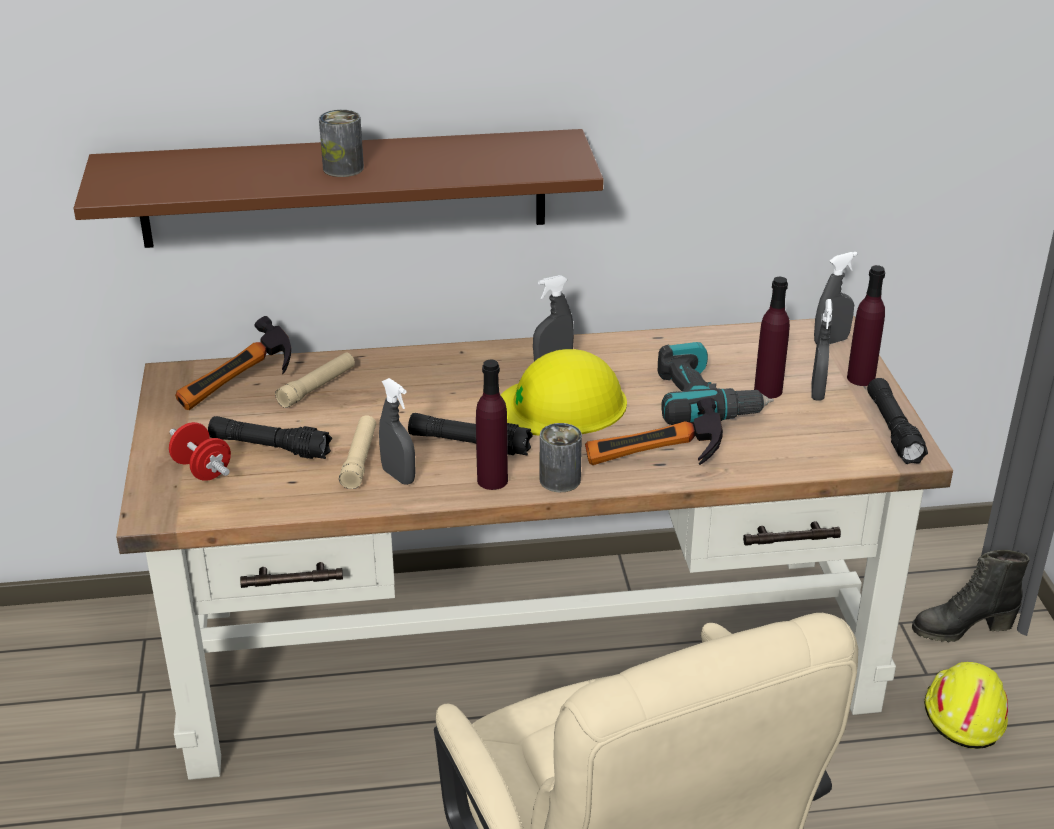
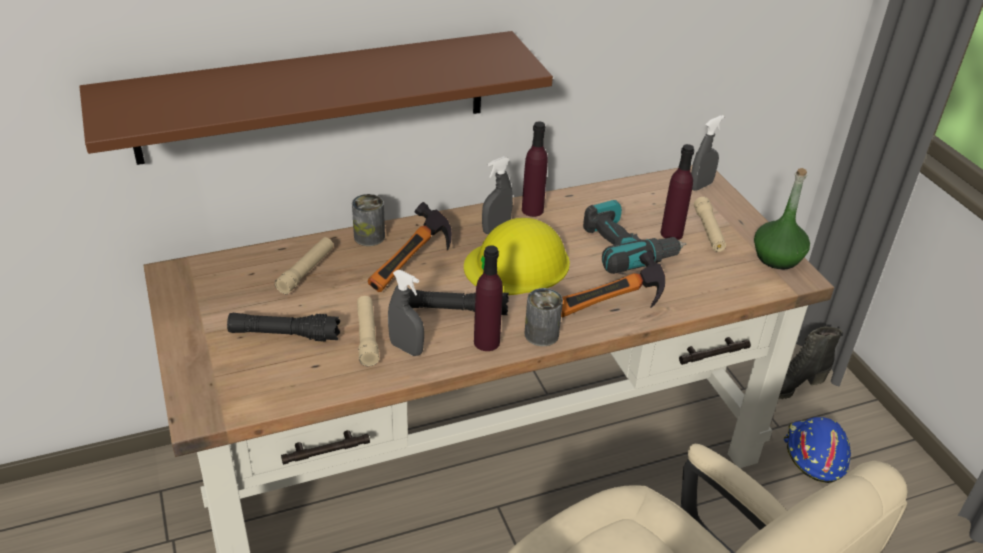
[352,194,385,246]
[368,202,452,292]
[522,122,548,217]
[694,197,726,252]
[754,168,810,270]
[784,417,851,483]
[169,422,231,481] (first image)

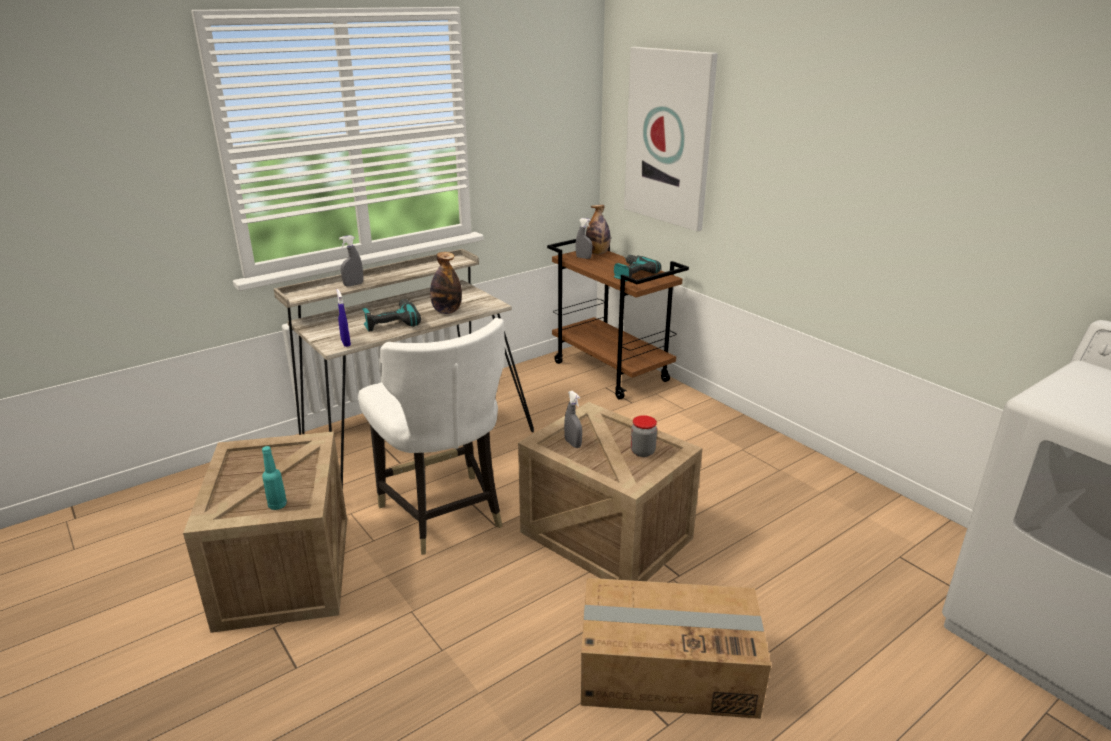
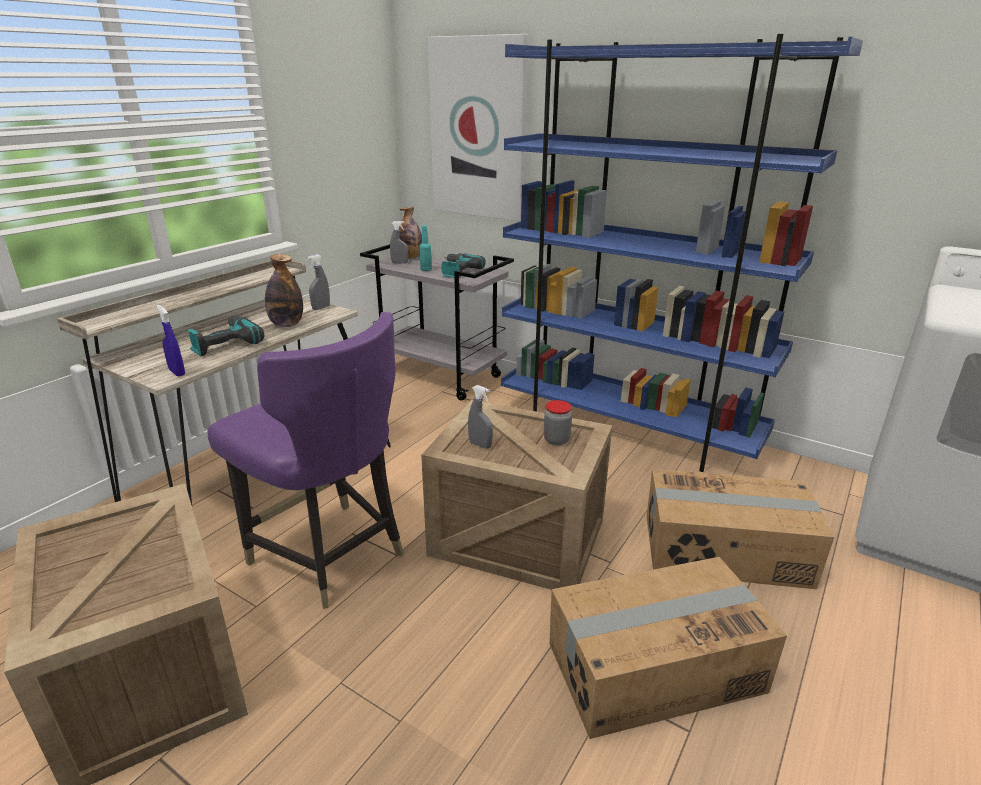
[208,312,404,609]
[307,254,330,310]
[360,244,514,401]
[420,225,432,271]
[501,34,863,472]
[647,469,834,589]

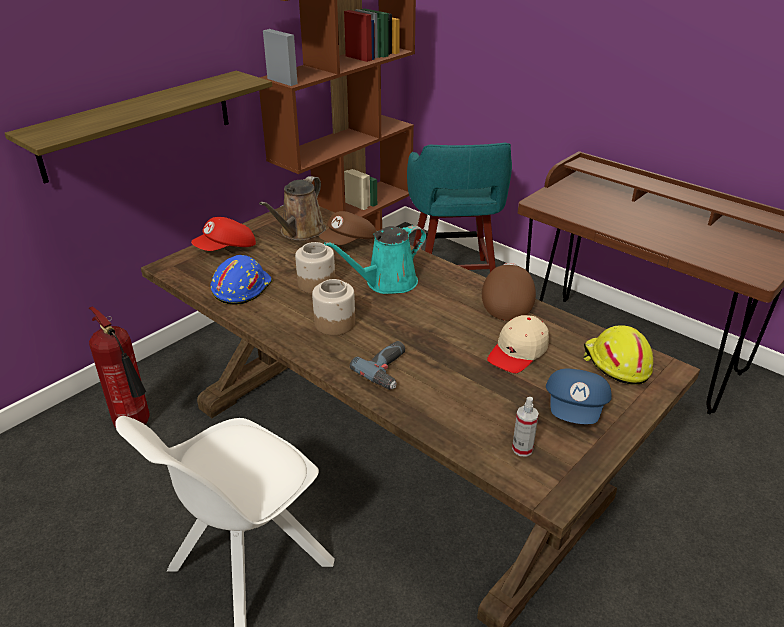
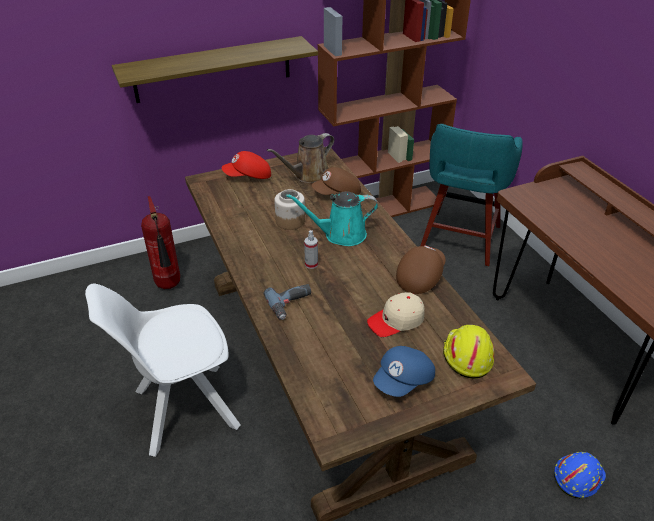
[304,230,318,269]
[554,452,606,499]
[312,279,355,335] (first image)

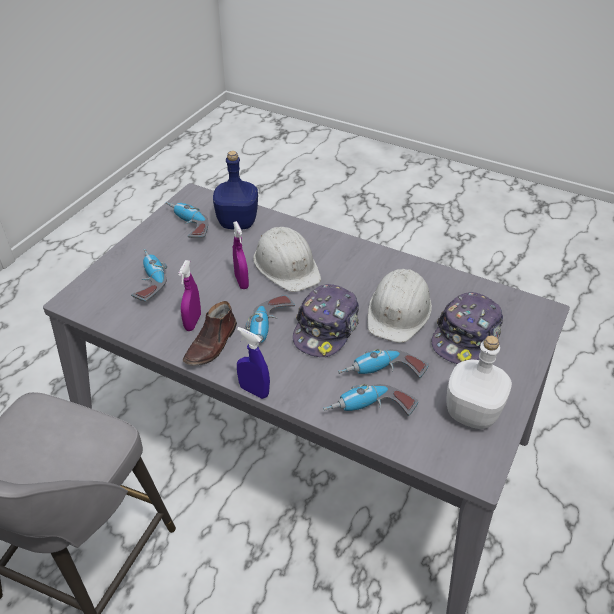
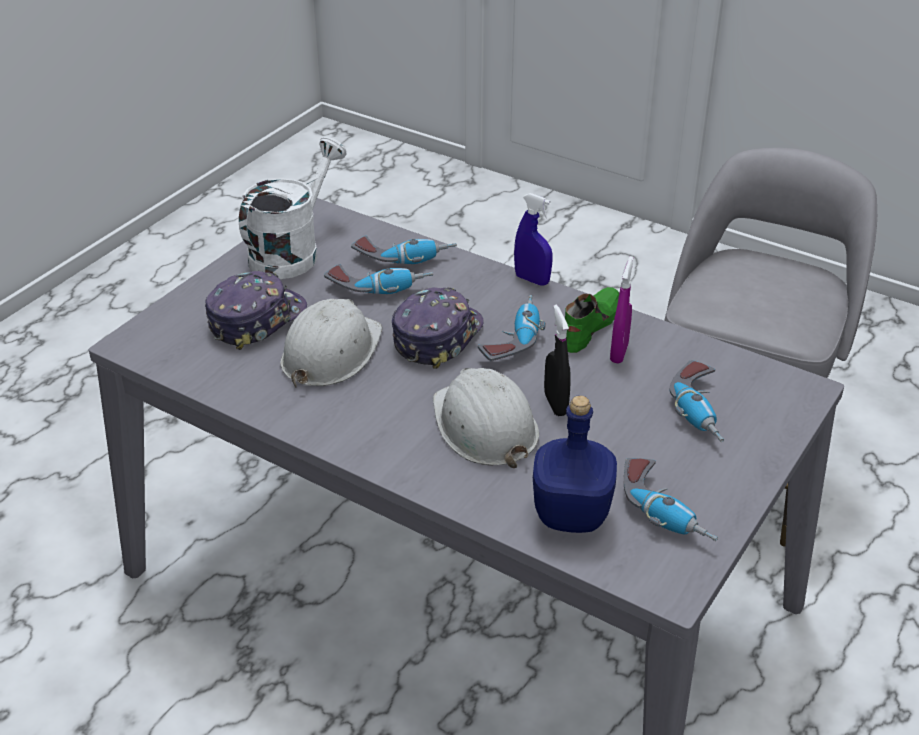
[239,137,347,279]
[544,305,571,416]
[565,287,619,353]

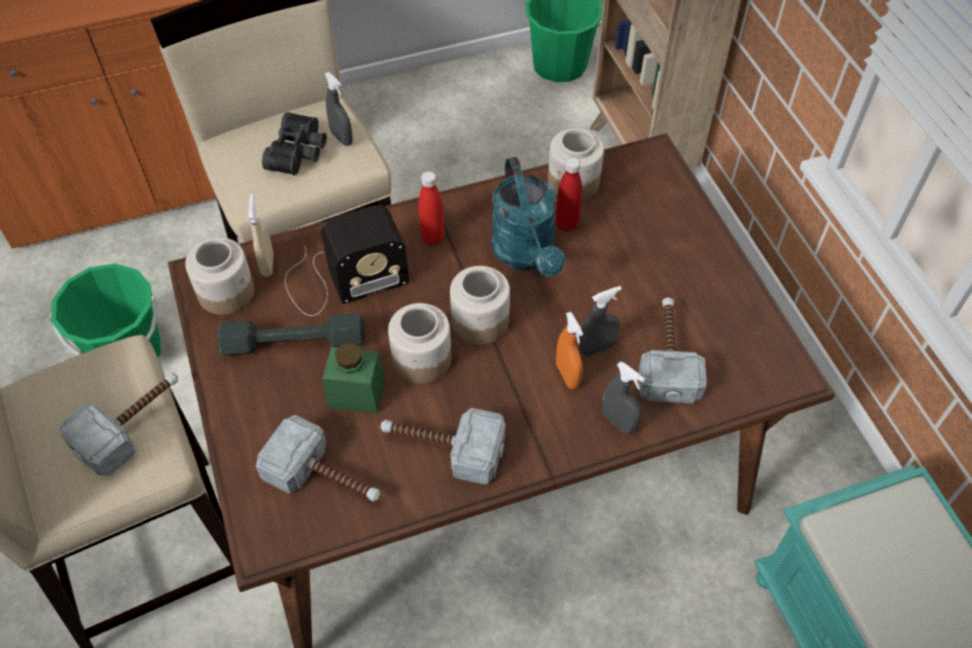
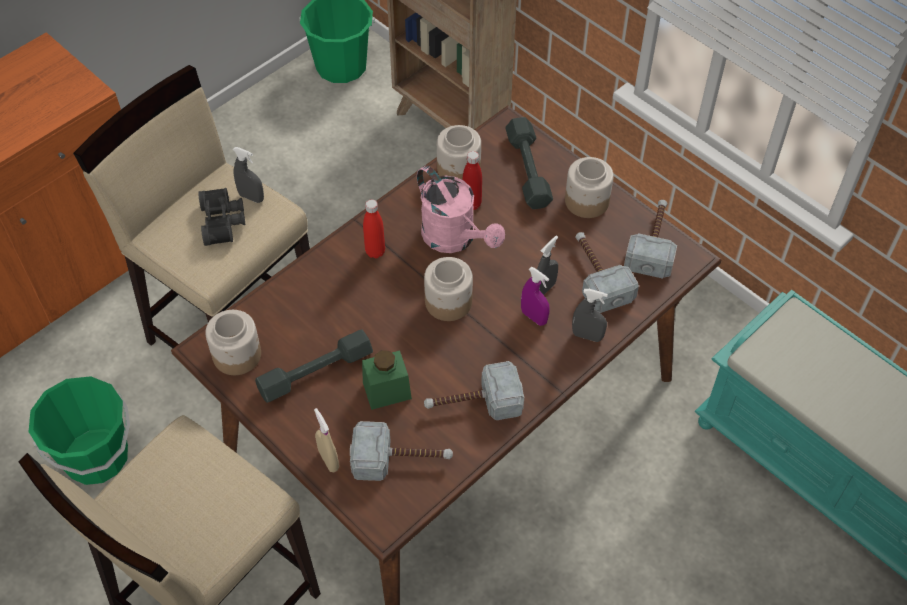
[314,408,339,472]
[417,166,505,253]
[505,117,553,209]
[521,267,550,326]
[565,157,614,218]
[624,200,677,279]
[285,205,409,316] (first image)

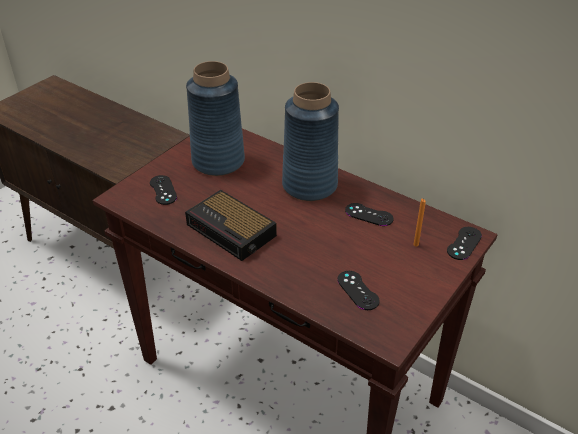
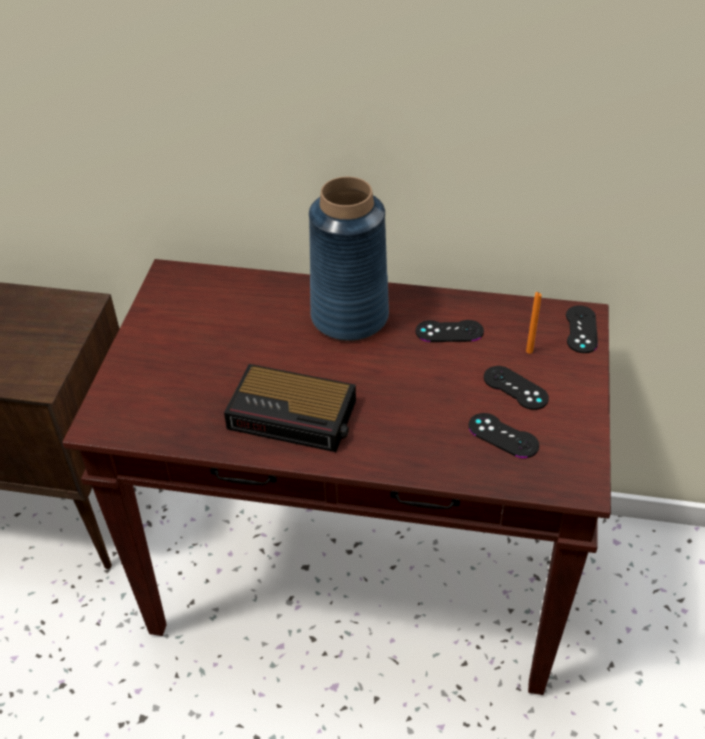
[484,366,549,410]
[186,61,245,176] (first image)

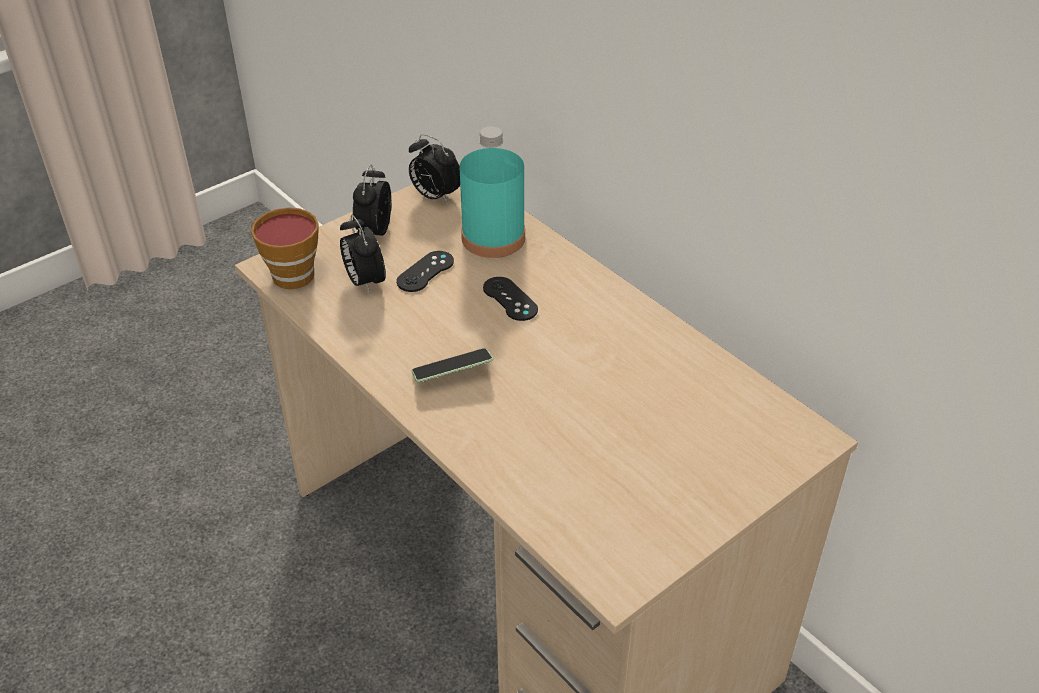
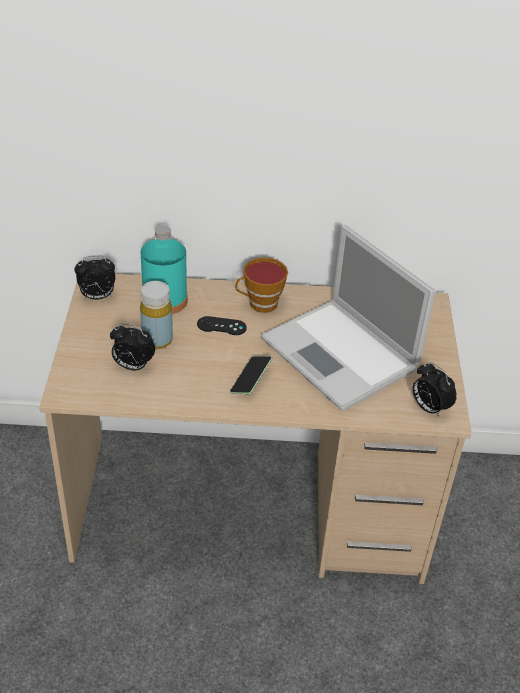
[140,281,173,349]
[235,258,288,313]
[261,225,436,411]
[412,362,457,418]

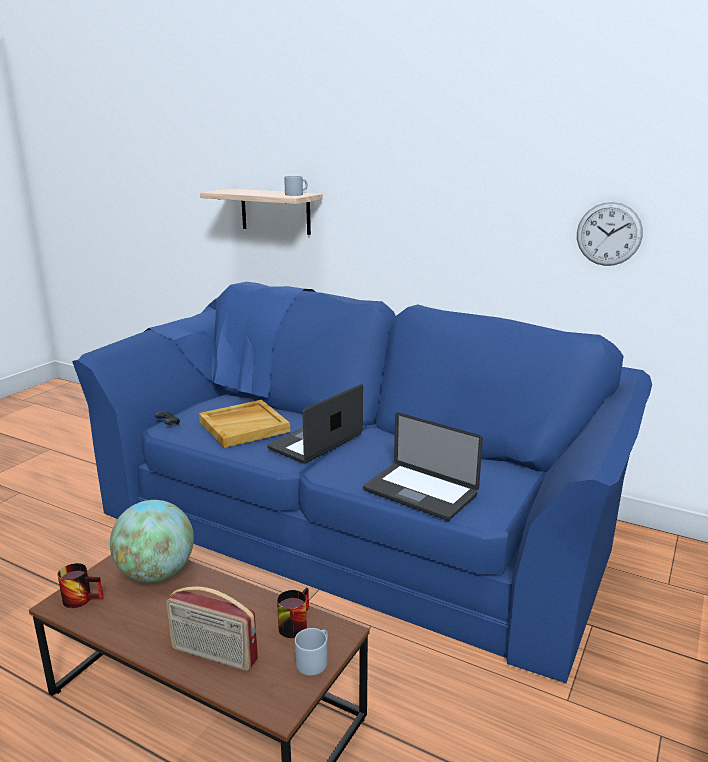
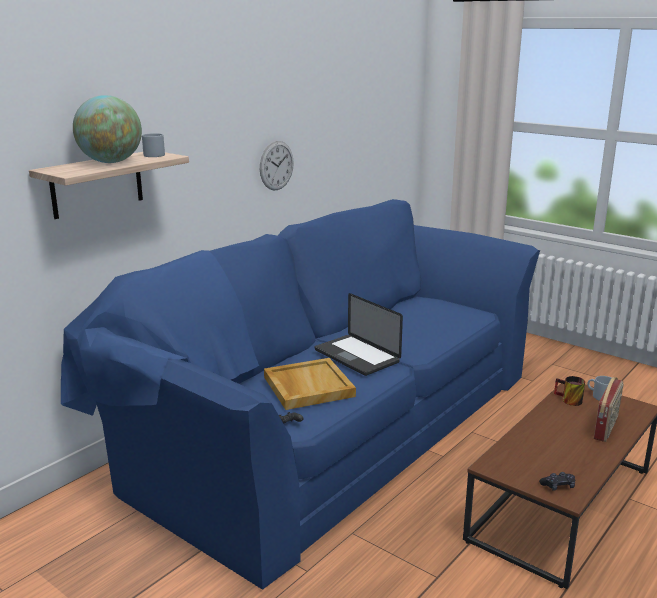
[73,95,142,163]
[260,141,294,190]
[539,472,575,491]
[363,412,483,520] (first image)

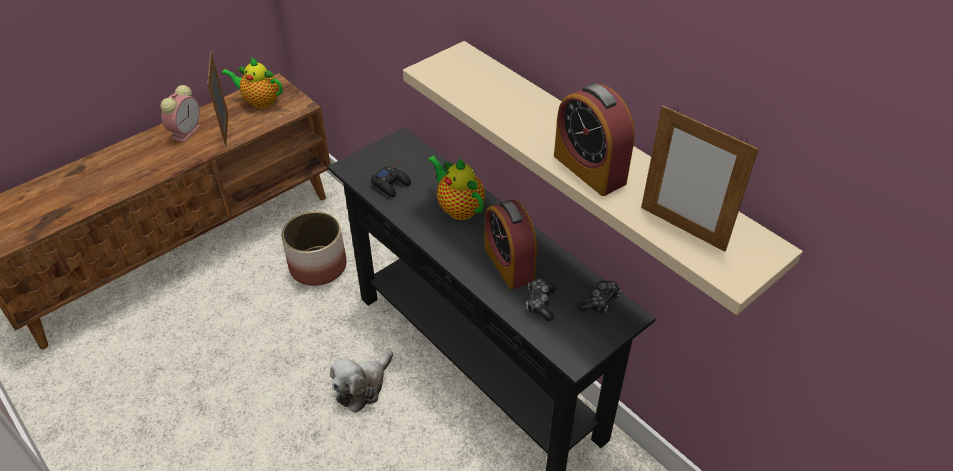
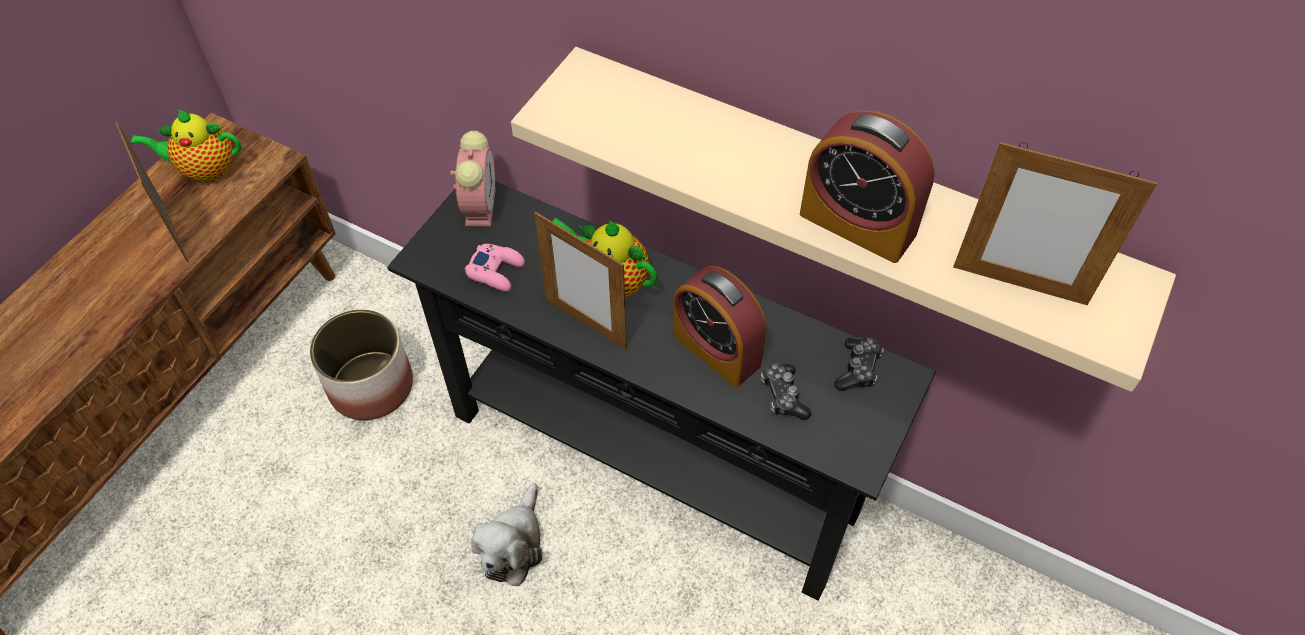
[450,131,496,226]
[465,244,525,292]
[534,212,627,350]

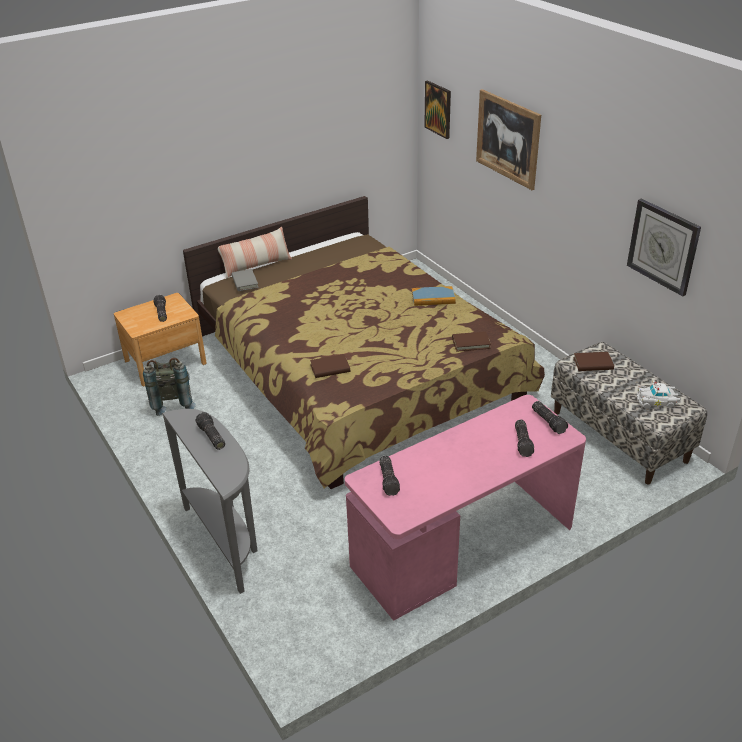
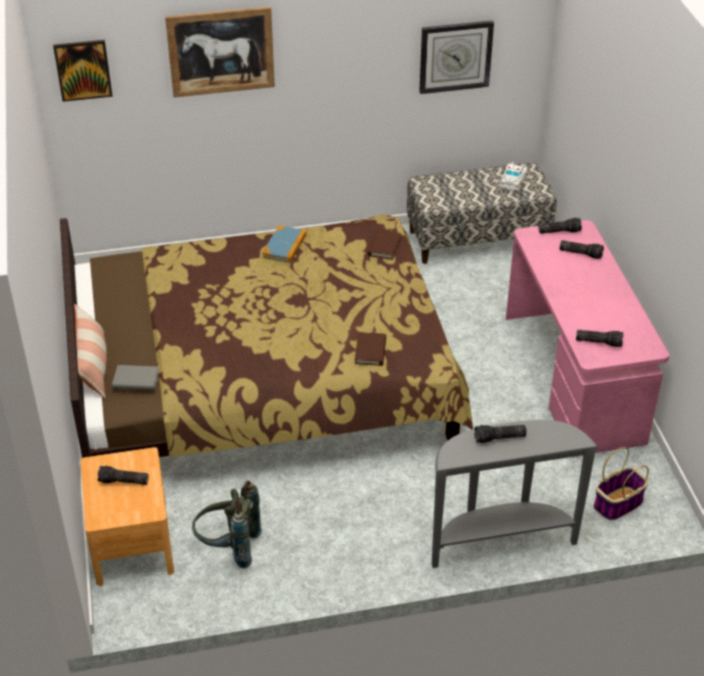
[594,447,649,521]
[573,352,614,371] (first image)

